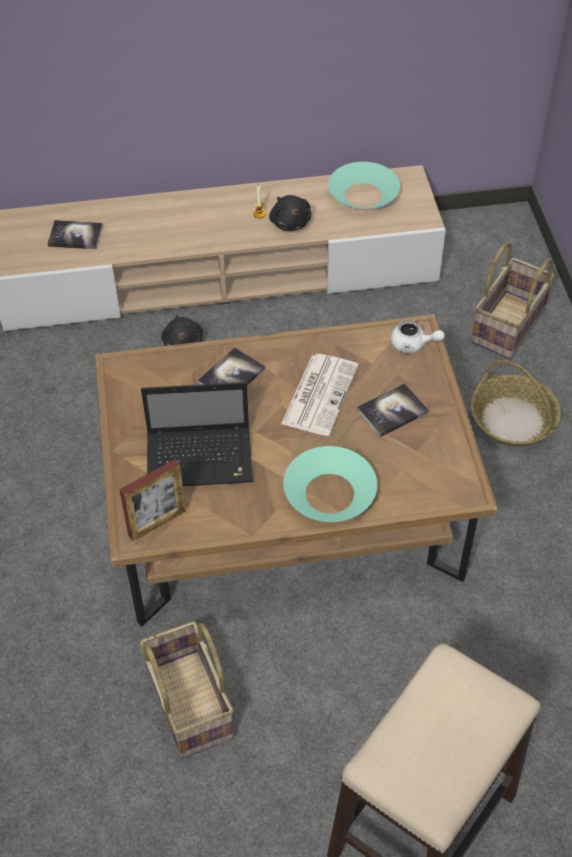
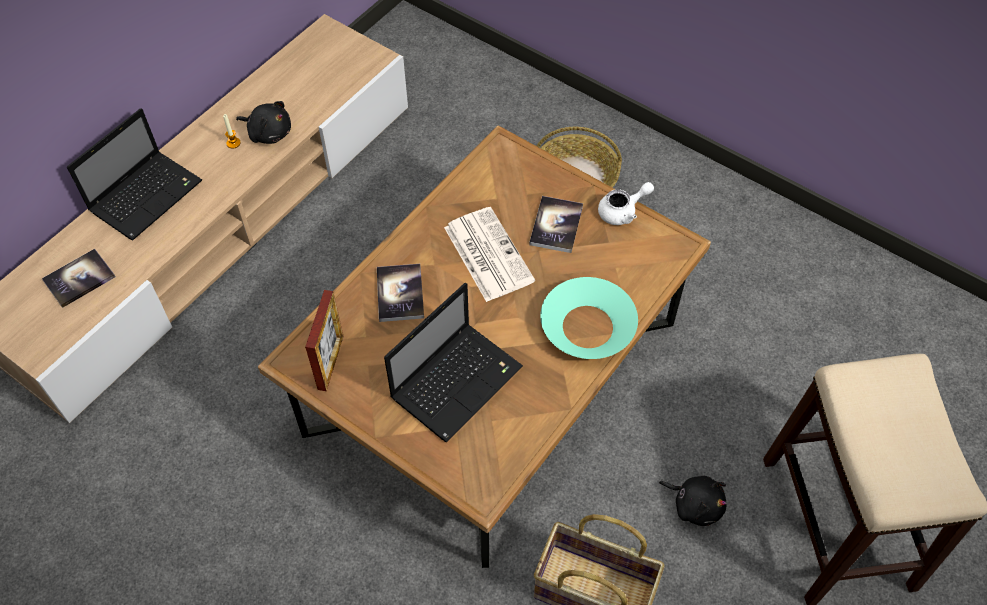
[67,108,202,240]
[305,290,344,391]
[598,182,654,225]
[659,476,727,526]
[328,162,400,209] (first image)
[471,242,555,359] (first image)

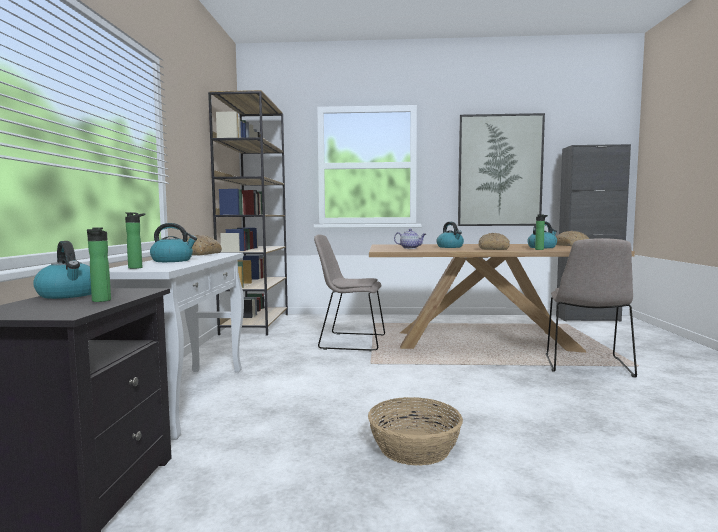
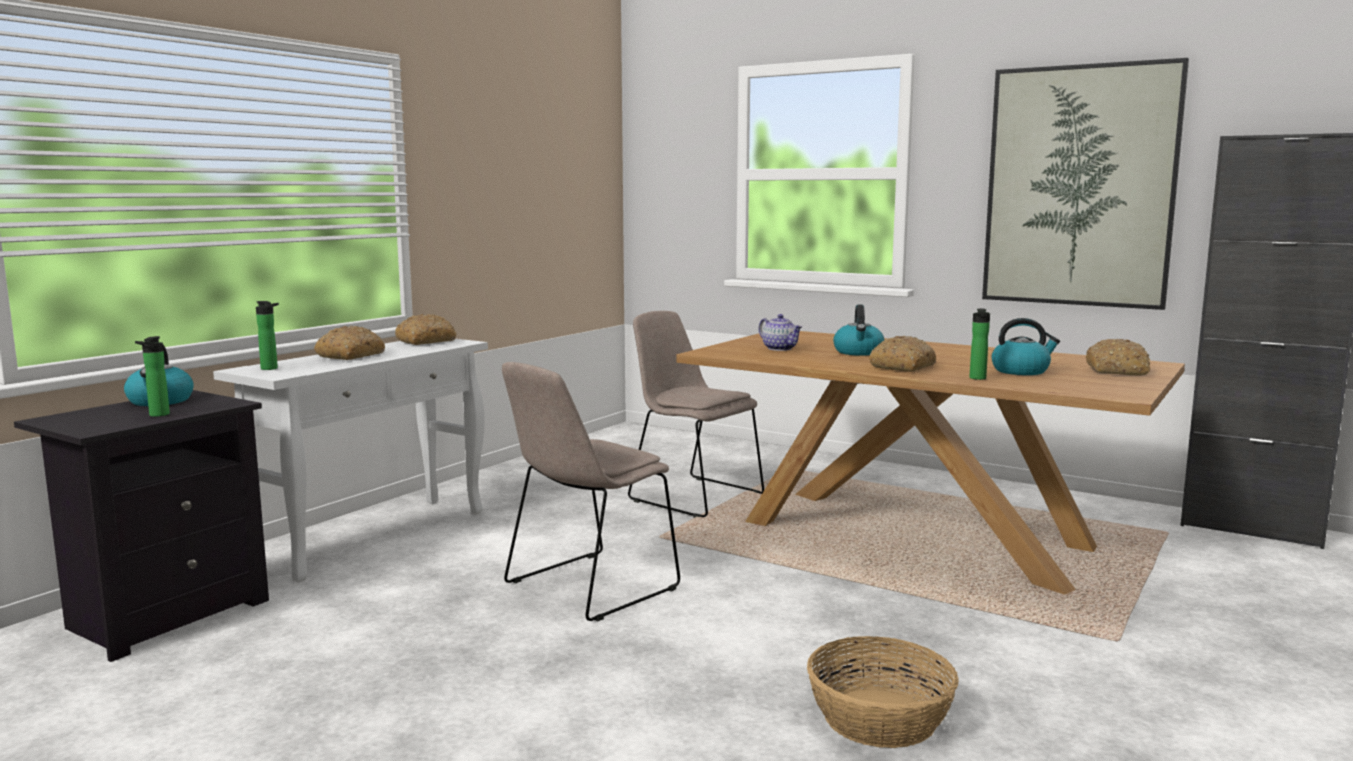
[314,326,385,360]
[502,362,680,621]
[807,636,959,748]
[208,90,288,336] (first image)

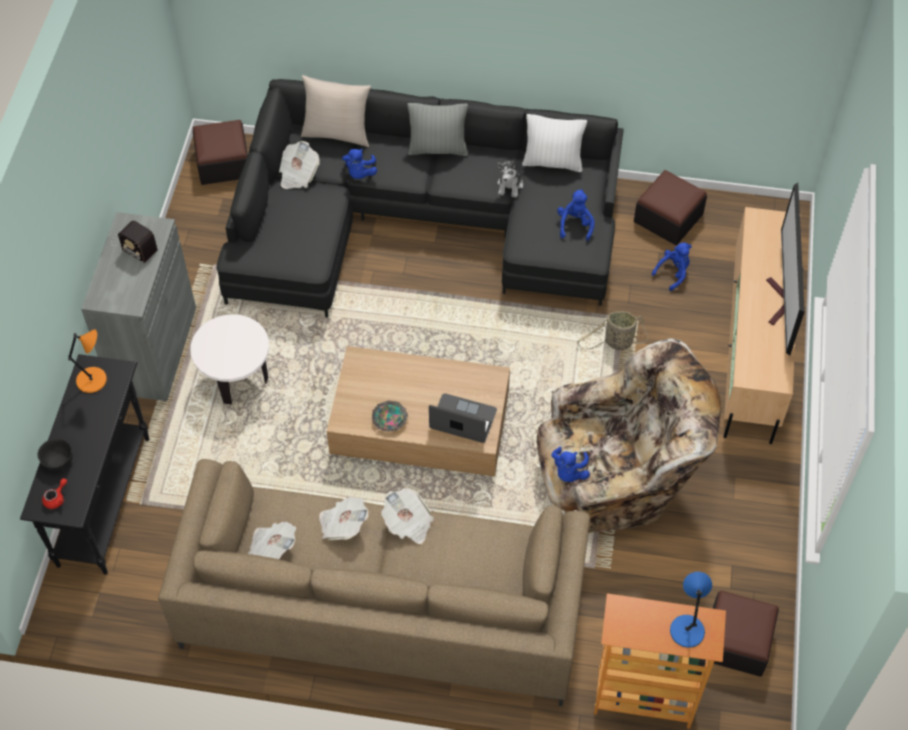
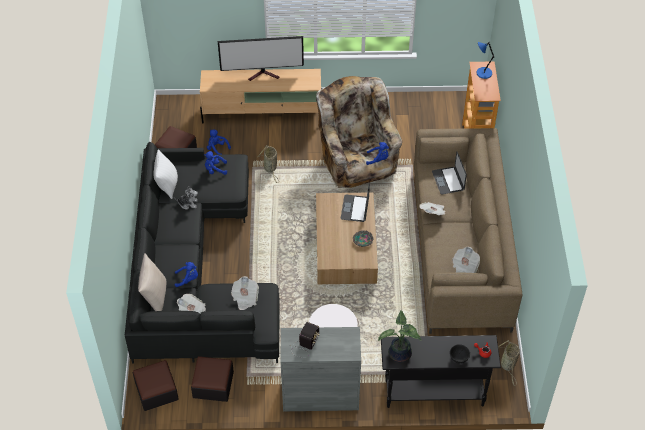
[191,356,234,402]
[231,276,259,310]
[378,310,421,362]
[432,151,467,194]
[498,340,520,386]
[407,103,468,156] (first image)

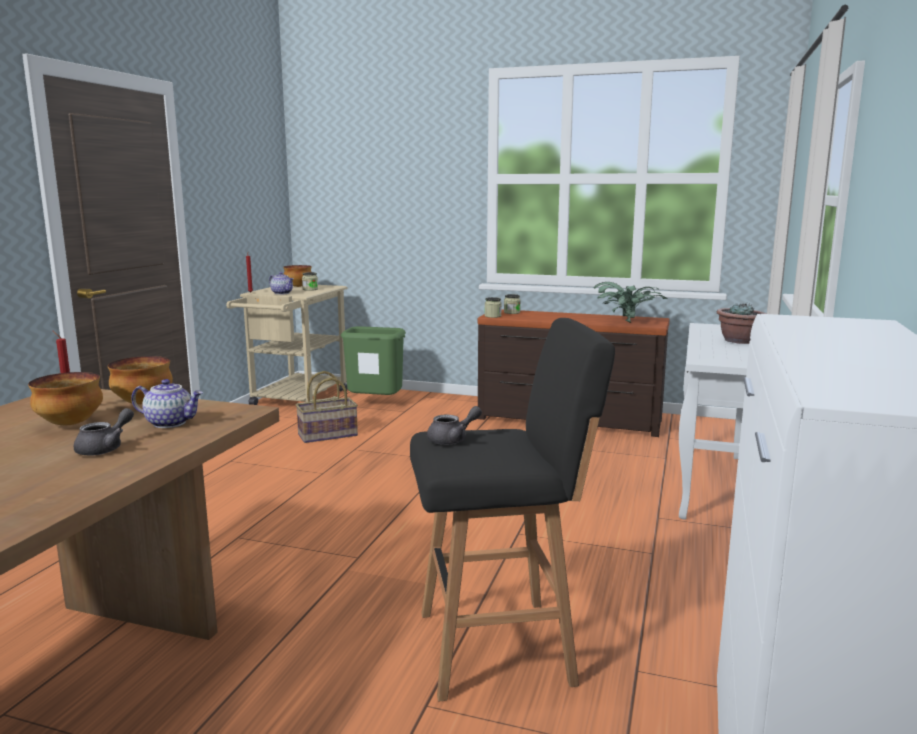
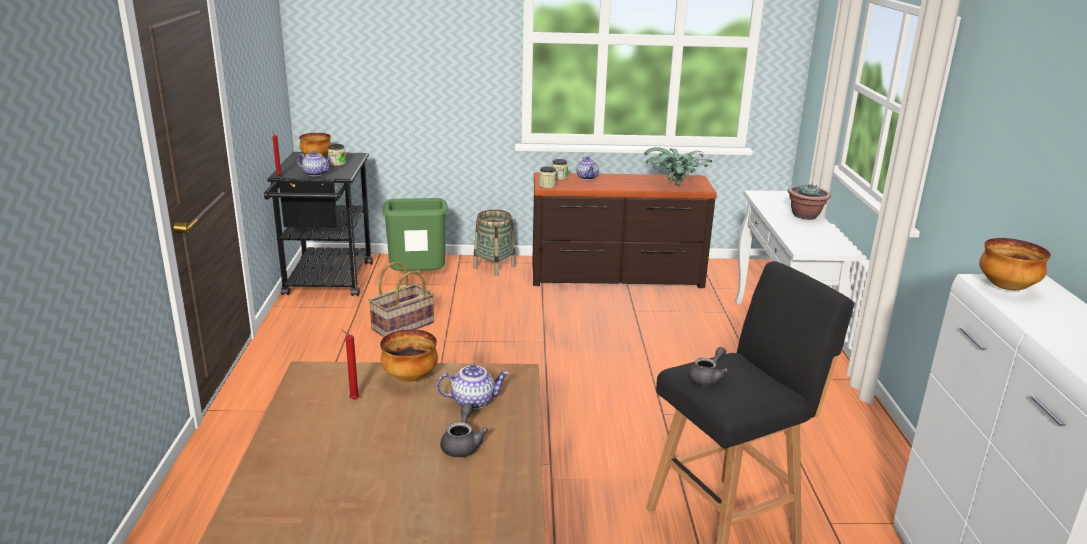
[264,152,373,296]
[473,210,516,276]
[576,157,599,180]
[979,238,1051,290]

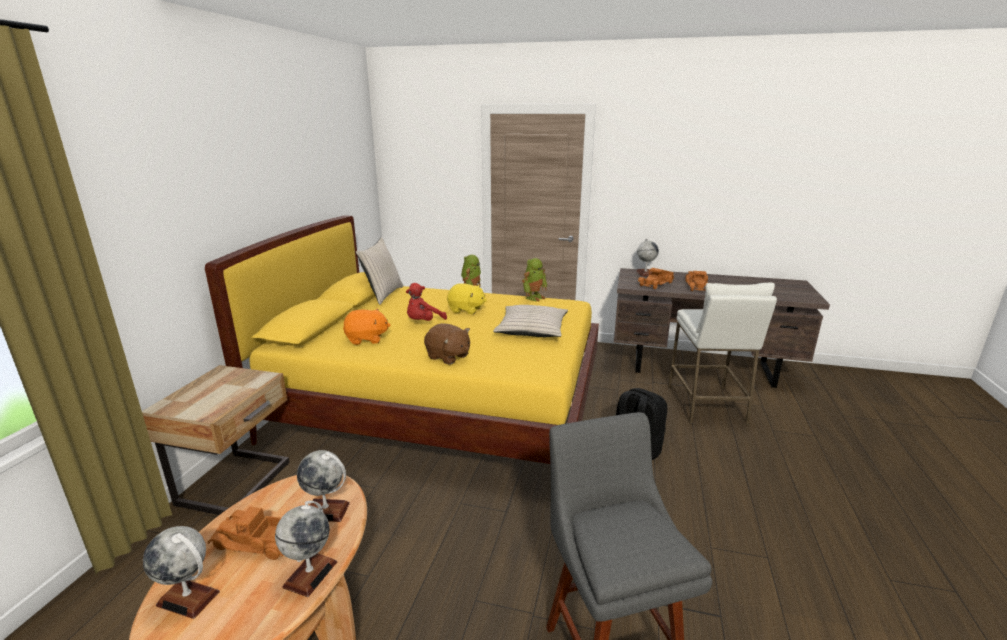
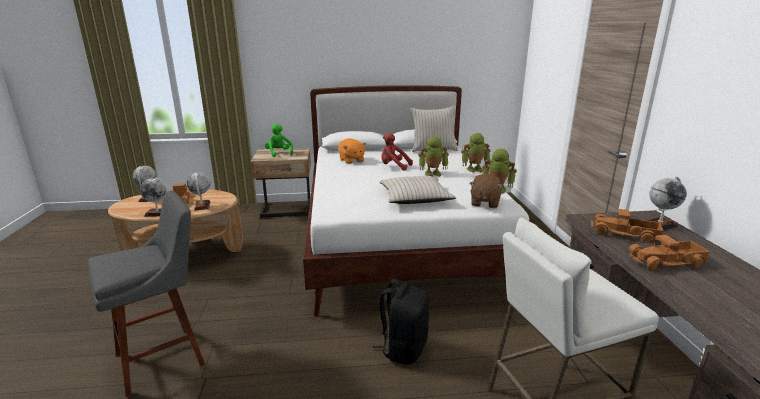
[264,124,293,157]
[303,85,529,317]
[419,136,449,177]
[469,174,504,208]

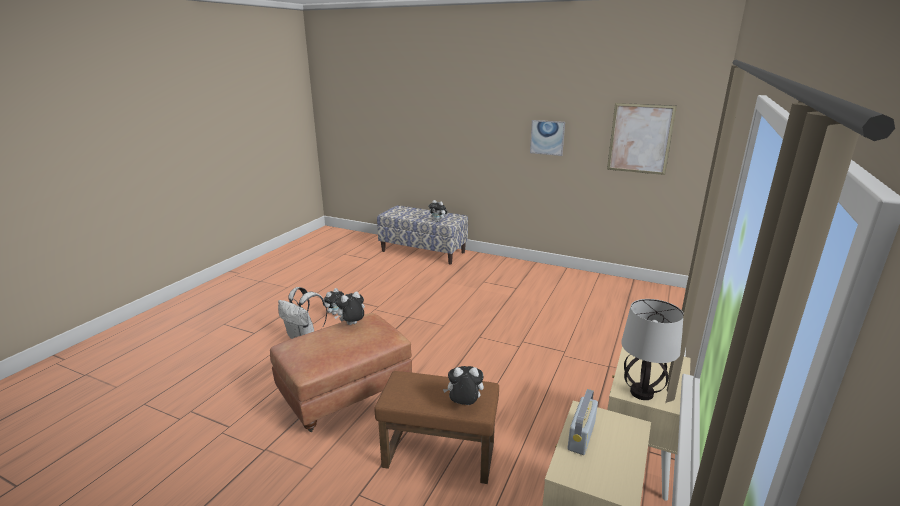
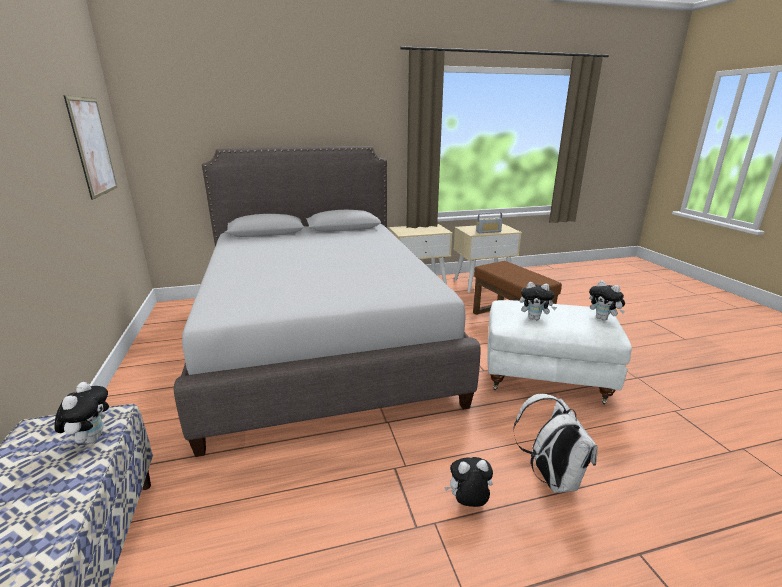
[173,146,481,457]
[487,300,632,404]
[589,281,625,321]
[530,120,565,156] (first image)
[621,299,684,400] (first image)

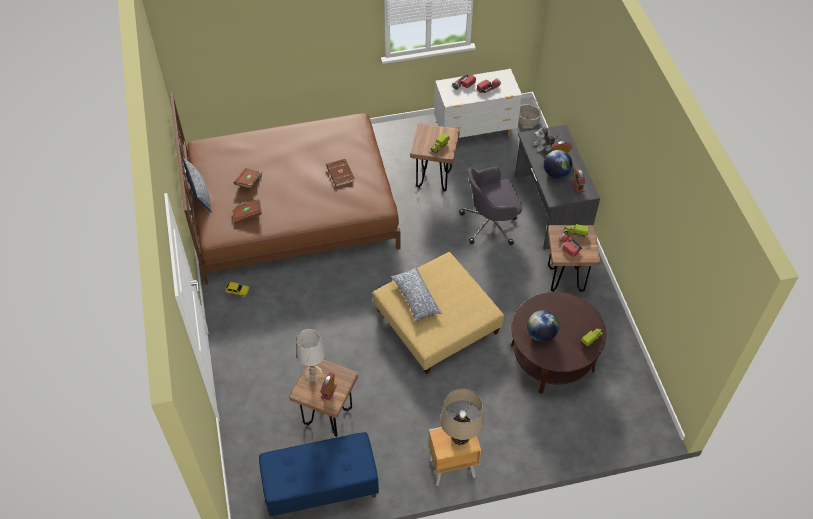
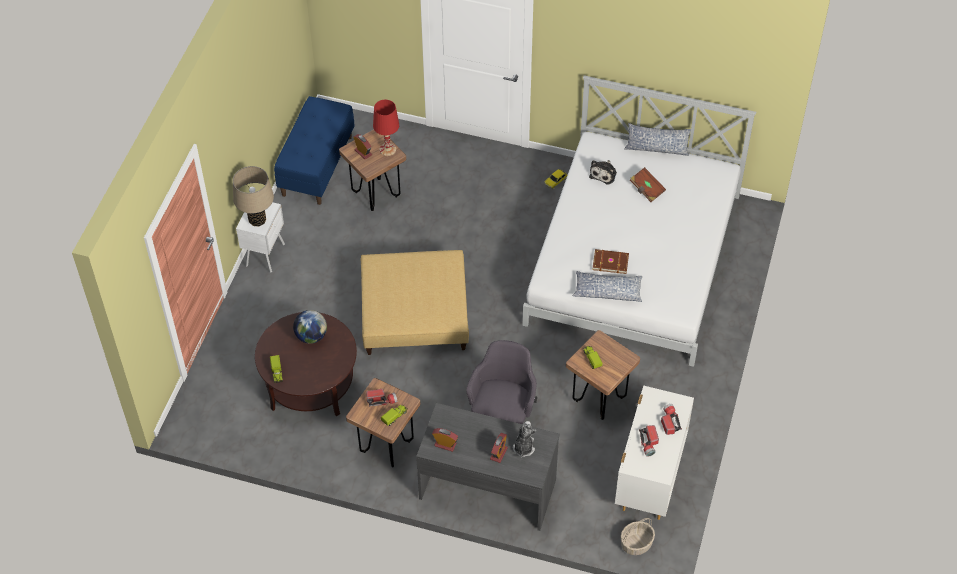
[236,202,285,273]
[373,100,399,156]
[523,75,756,367]
[573,271,643,302]
[589,160,617,185]
[544,150,572,179] (first image)

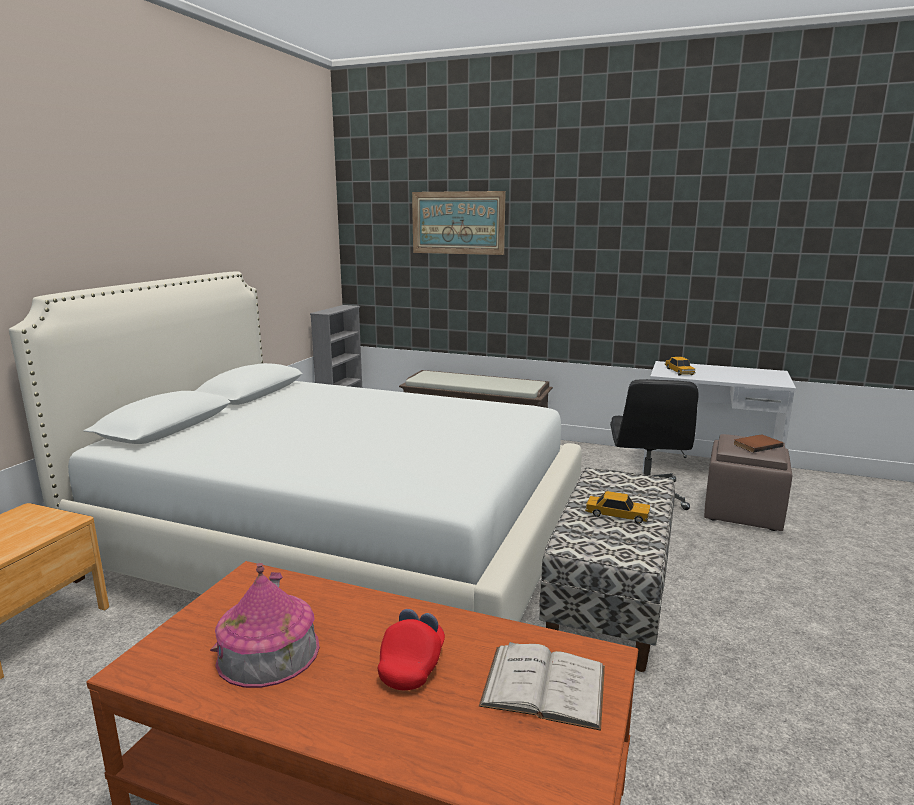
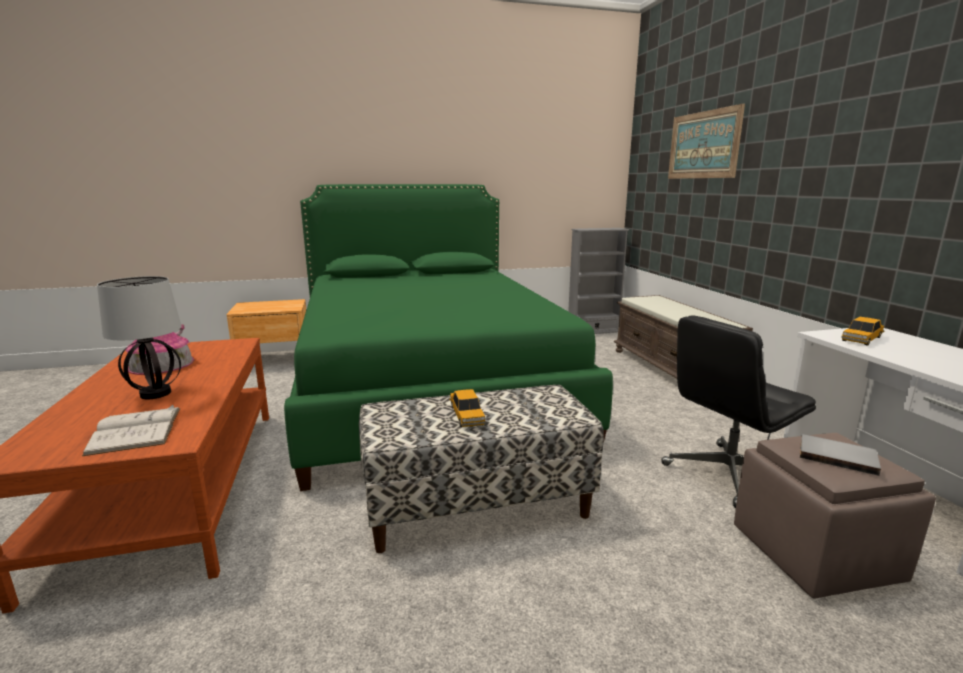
[97,276,181,399]
[284,184,613,491]
[800,434,881,476]

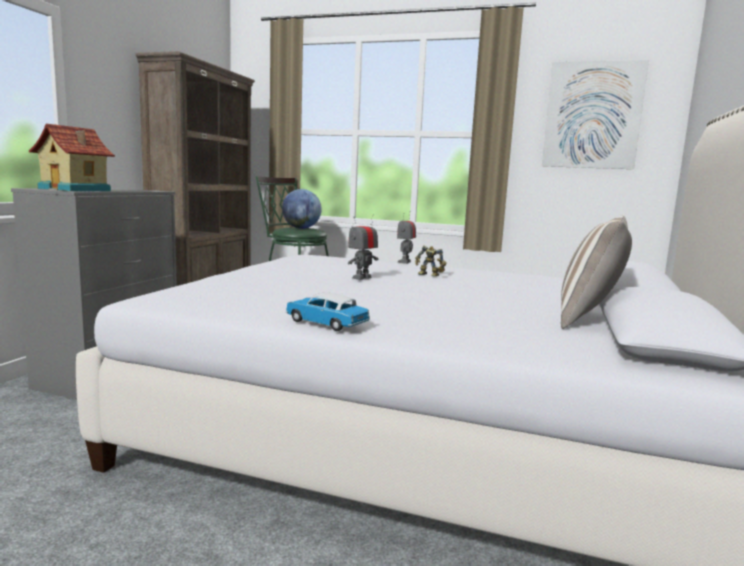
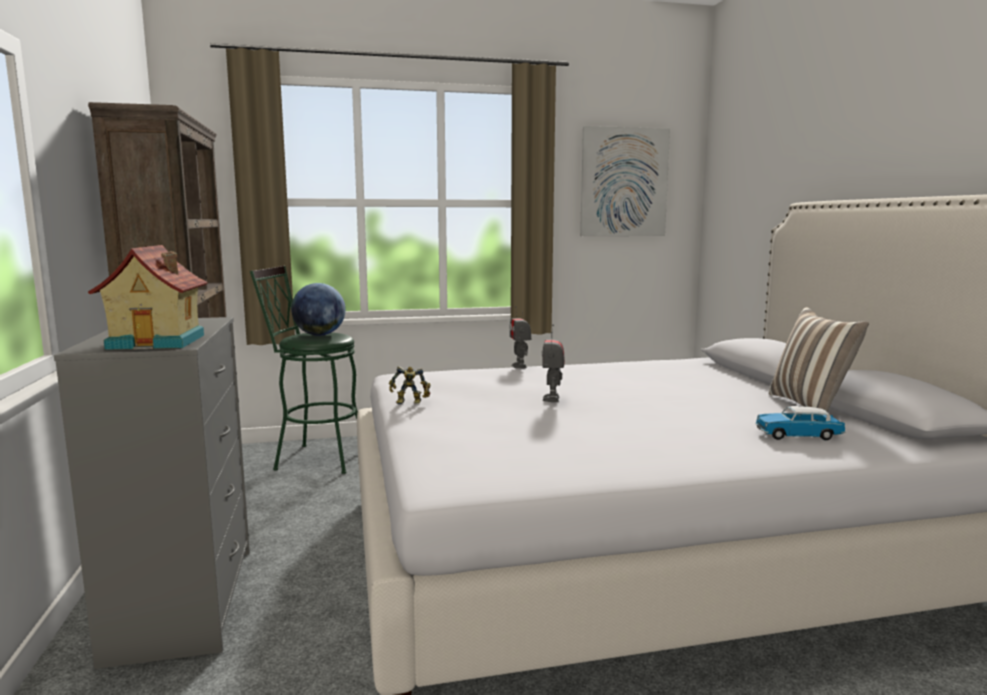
[389,366,430,404]
[755,406,845,440]

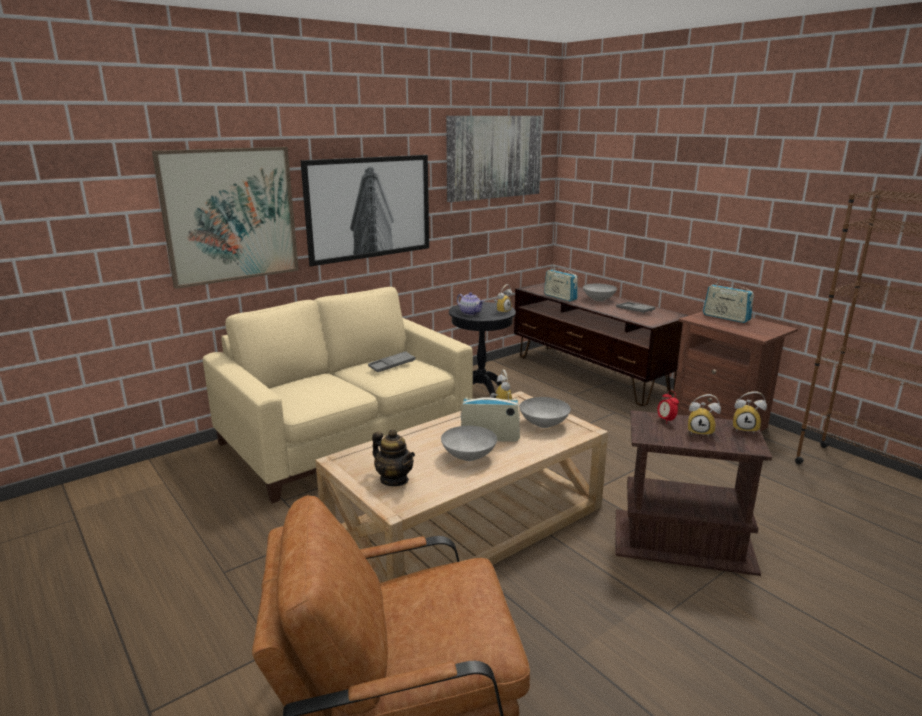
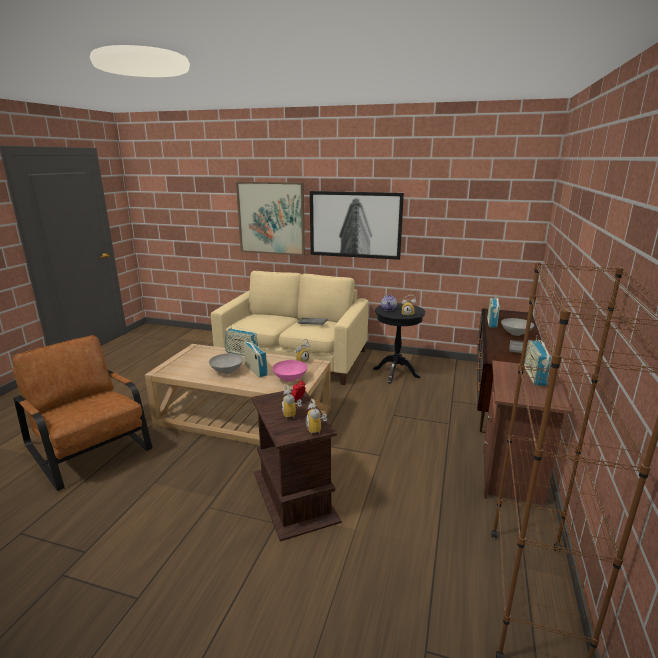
[225,325,258,356]
[272,360,307,382]
[372,429,415,486] (first image)
[446,116,542,202] (first image)

